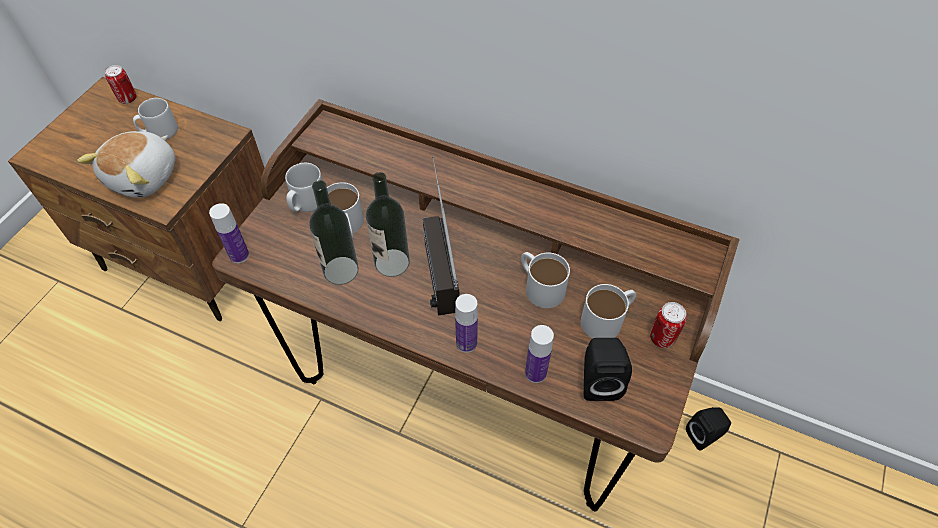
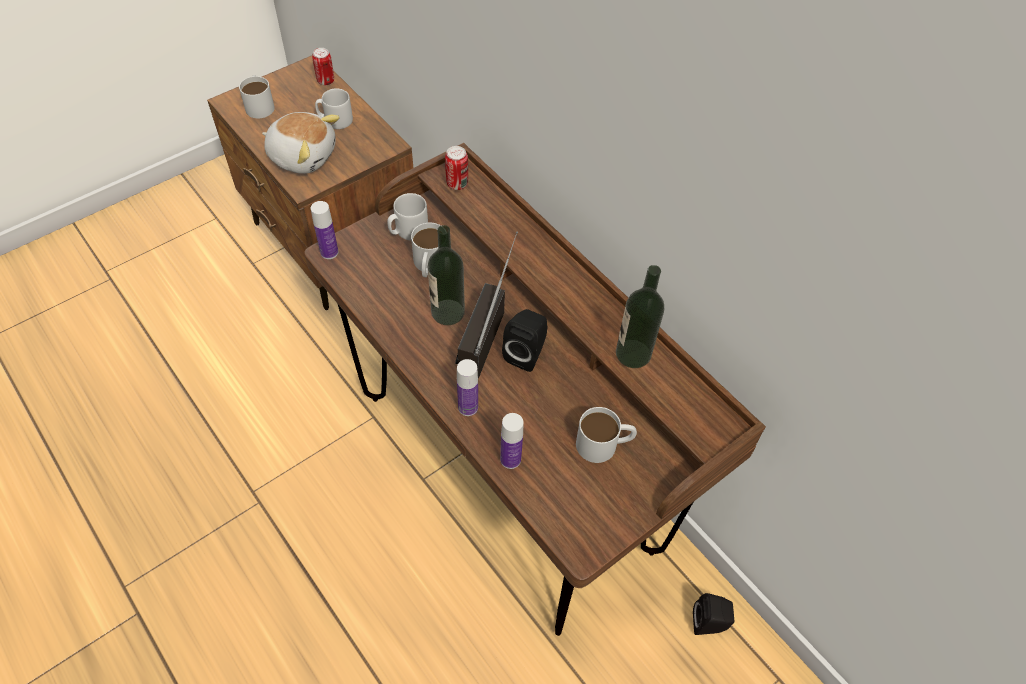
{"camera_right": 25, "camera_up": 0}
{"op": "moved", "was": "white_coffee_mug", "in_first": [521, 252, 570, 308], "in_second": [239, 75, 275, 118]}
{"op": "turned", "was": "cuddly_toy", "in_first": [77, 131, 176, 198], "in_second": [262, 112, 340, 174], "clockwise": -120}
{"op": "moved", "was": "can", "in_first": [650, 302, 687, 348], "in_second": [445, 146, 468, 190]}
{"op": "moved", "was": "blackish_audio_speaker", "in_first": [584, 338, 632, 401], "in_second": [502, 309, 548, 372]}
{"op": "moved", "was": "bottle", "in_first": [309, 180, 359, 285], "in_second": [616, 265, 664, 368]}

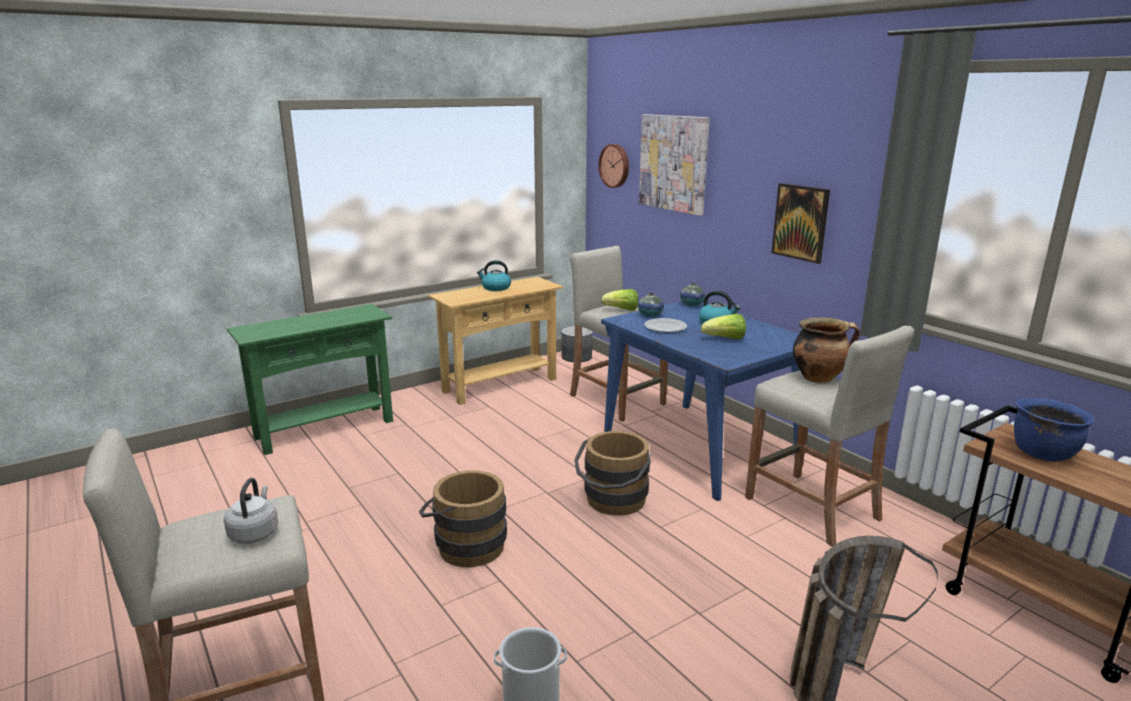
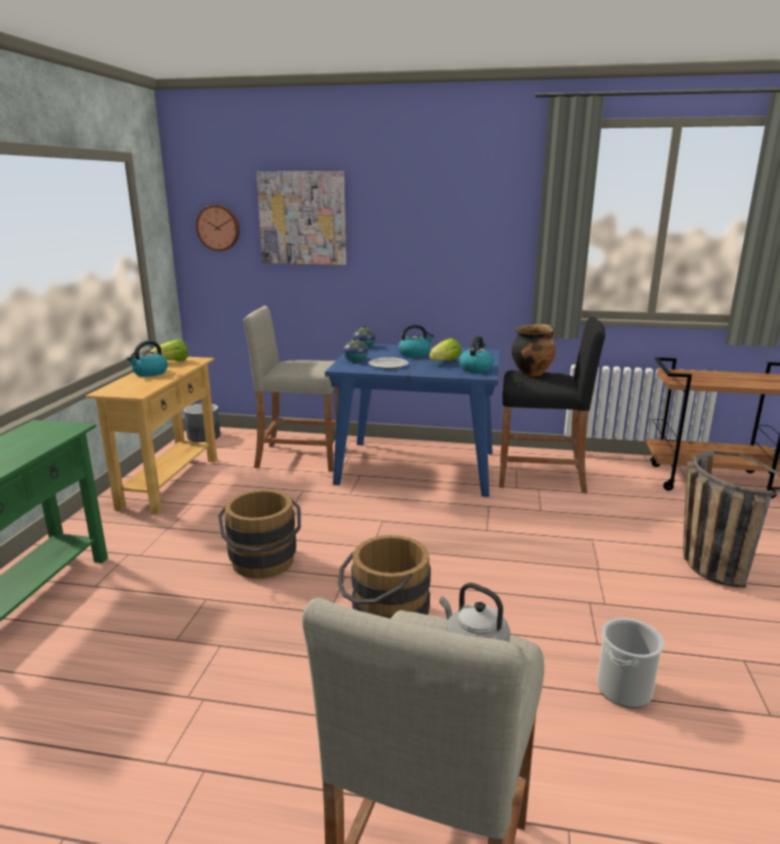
{"camera_right": -45, "camera_up": 0}
{"op": "moved", "was": "lettuce", "in_first": [601, 289, 638, 311], "in_second": [150, 339, 188, 361]}
{"op": "moved", "was": "brown_bucket", "in_first": [574, 431, 651, 516], "in_second": [218, 490, 301, 579]}
{"op": "added", "now": "tea_kettle", "in_second": [459, 336, 494, 372]}
{"op": "recoloured", "was": "beige_sitting_stool", "now": "blackish_sitting_stool", "in_first": [745, 326, 914, 546], "in_second": [499, 316, 605, 494]}
{"op": "removed", "was": "wall_art", "in_first": [772, 183, 830, 264]}
{"op": "removed", "was": "blue-coloured_stockpot", "in_first": [1014, 398, 1095, 461]}

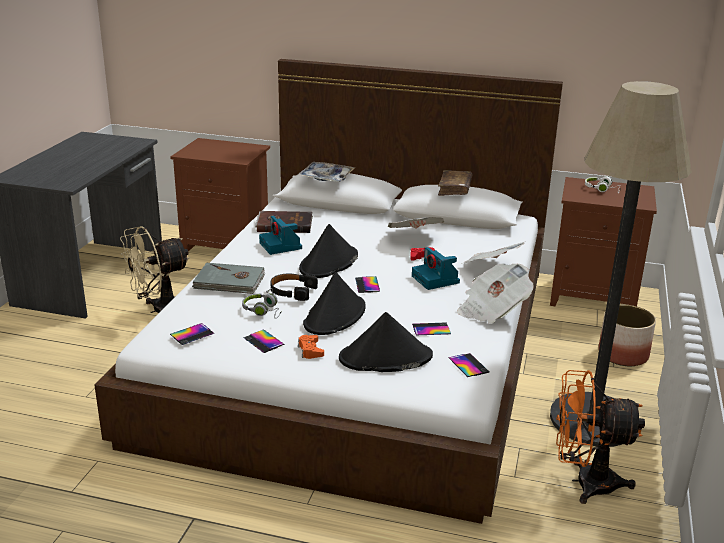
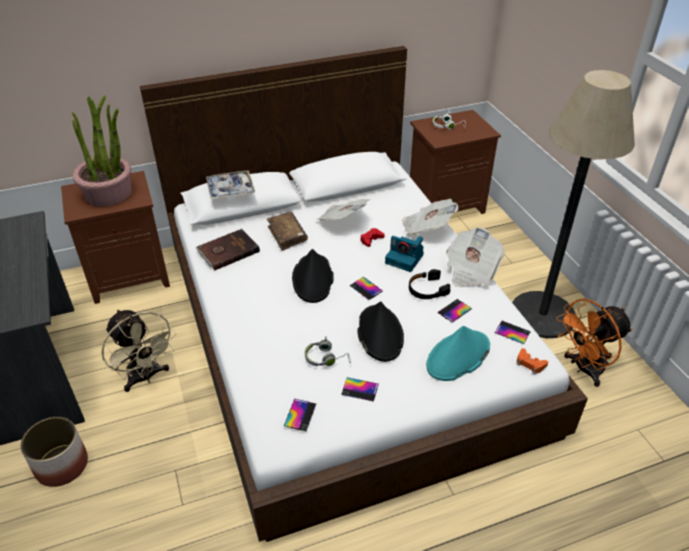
{"camera_right": -35, "camera_up": 15}
{"op": "moved", "was": "plant_pot", "in_first": [599, 305, 656, 366], "in_second": [20, 417, 88, 487]}
{"op": "added", "now": "potted_plant", "in_second": [72, 95, 132, 207]}
{"op": "turned", "was": "beige_cooling_fan", "in_first": [120, 226, 190, 313], "in_second": [101, 309, 176, 392], "clockwise": -60}
{"op": "moved", "was": "brown_book", "in_first": [438, 170, 472, 196], "in_second": [267, 212, 308, 251]}
{"op": "moved", "was": "blackish_pair_of_headphones", "in_first": [270, 274, 318, 301], "in_second": [409, 269, 450, 299]}
{"op": "recoloured", "was": "blackish_wearable_hat", "now": "turquoise-coloured_wearable_hat", "in_first": [339, 312, 433, 372], "in_second": [426, 326, 490, 381]}
{"op": "moved", "was": "orange-coloured_gamepad", "in_first": [298, 335, 324, 359], "in_second": [517, 348, 548, 374]}
{"op": "removed", "was": "greyish_book", "in_first": [192, 263, 265, 294]}
{"op": "removed", "was": "still_camera", "in_first": [259, 216, 302, 255]}

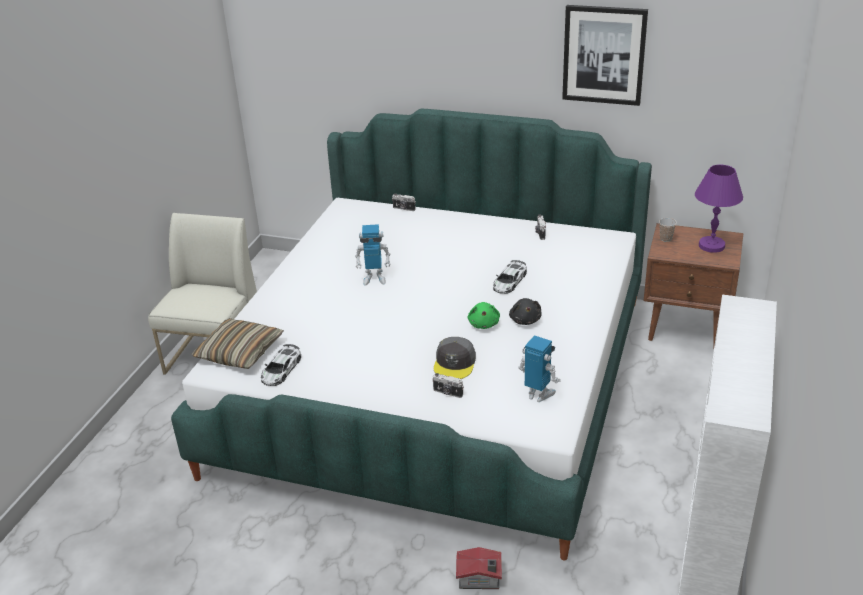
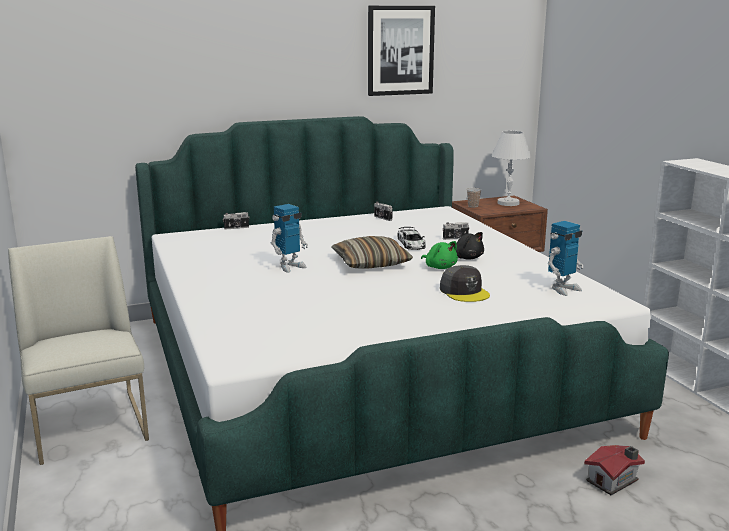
{"camera_right": -40, "camera_up": -15}
{"op": "moved", "was": "throw_pillow", "in_first": [191, 318, 284, 369], "in_second": [331, 236, 413, 269]}
{"op": "moved", "was": "still_camera", "in_first": [433, 373, 464, 398], "in_second": [443, 222, 470, 240]}
{"op": "recoloured", "was": "purple_table_lamp", "now": "white_table_lamp", "in_first": [695, 165, 743, 253], "in_second": [492, 131, 531, 206]}
{"op": "turned", "was": "robot_figure", "in_first": [518, 335, 561, 402], "in_second": [548, 221, 583, 296], "clockwise": 150}
{"op": "removed", "was": "model_car", "in_first": [261, 344, 301, 386]}

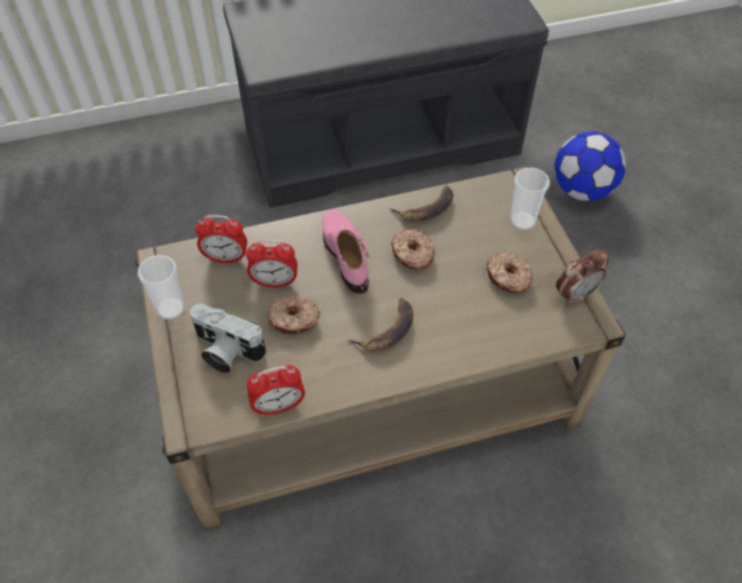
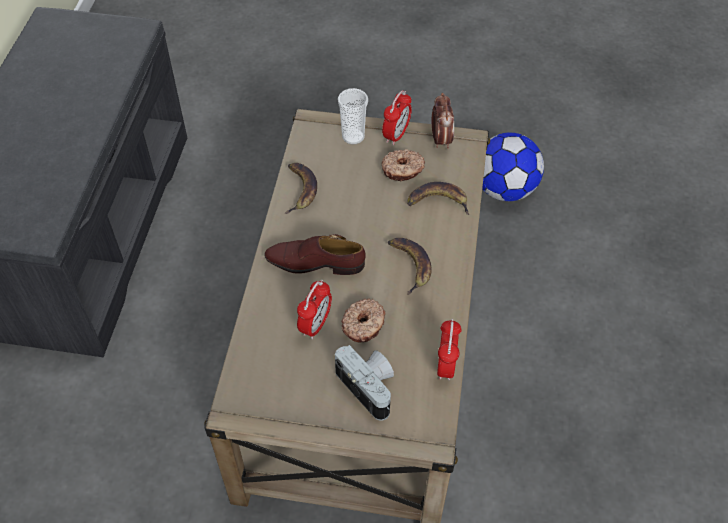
{"camera_right": -65, "camera_up": 0}
{"op": "recoloured", "was": "pink-coloured_item_of_footwear", "now": "brown_item_of_footwear", "in_first": [322, 209, 369, 293], "in_second": [264, 234, 366, 275]}
{"op": "turned", "was": "still_camera", "in_first": [190, 304, 266, 373], "in_second": [335, 345, 394, 421], "clockwise": -90}
{"op": "moved", "was": "alarm_clock", "in_first": [195, 215, 247, 263], "in_second": [382, 90, 412, 145]}
{"op": "added", "now": "banana", "in_second": [407, 182, 469, 215]}
{"op": "moved", "was": "ball_for_football", "in_first": [555, 132, 626, 201], "in_second": [482, 133, 544, 201]}
{"op": "removed", "was": "drinking_cup", "in_first": [138, 255, 185, 320]}
{"op": "removed", "was": "doughnut", "in_first": [391, 229, 435, 270]}

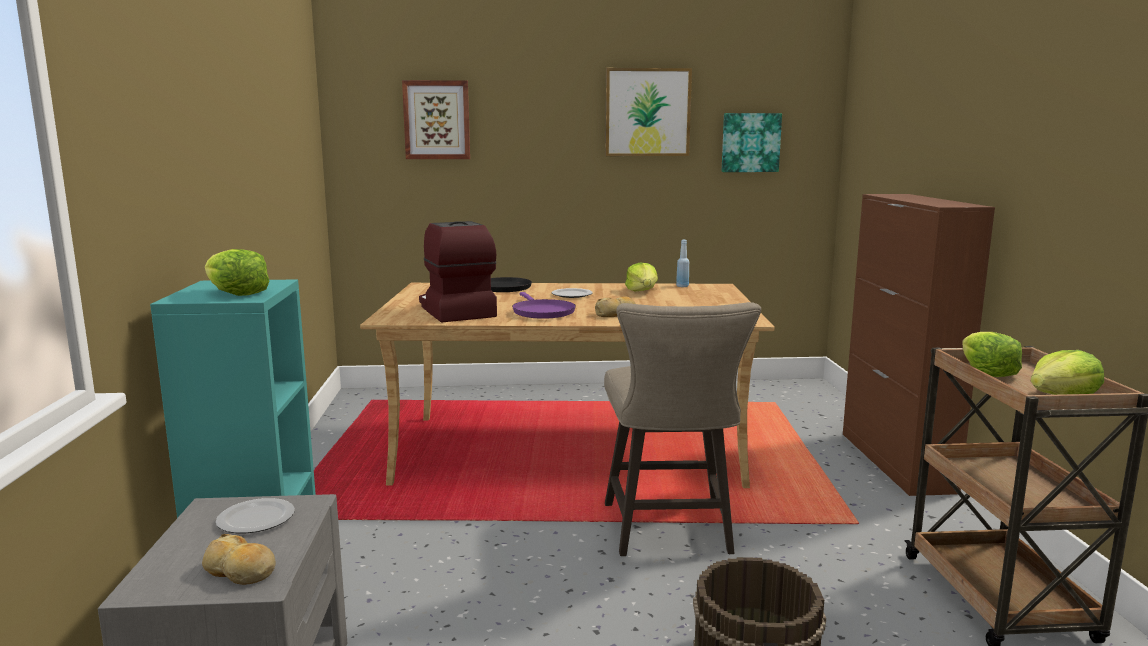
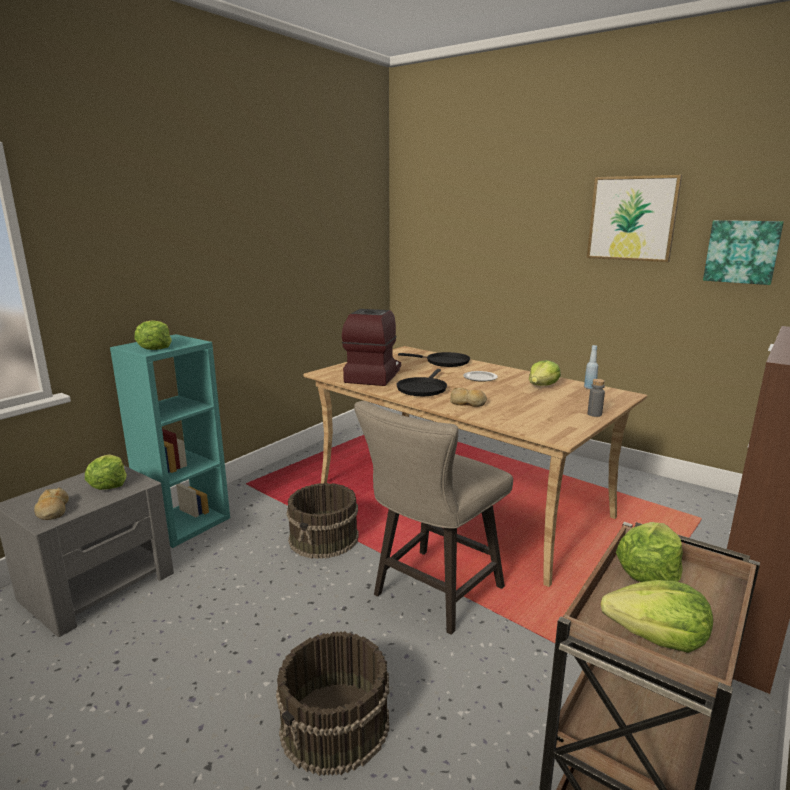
{"camera_right": 40, "camera_up": 5}
{"op": "replaced", "was": "flat_dish", "now": "lettuce", "in_first": [216, 498, 295, 533], "in_second": [85, 454, 127, 490]}
{"op": "added", "now": "brown_bucket", "in_second": [286, 483, 359, 559]}
{"op": "recoloured", "was": "purple_skillet", "now": "blackish_skillet", "in_first": [512, 292, 576, 319], "in_second": [396, 369, 447, 396]}
{"op": "added", "now": "greyish_bottle", "in_second": [588, 379, 605, 417]}
{"op": "removed", "was": "wall_art", "in_first": [402, 80, 470, 159]}

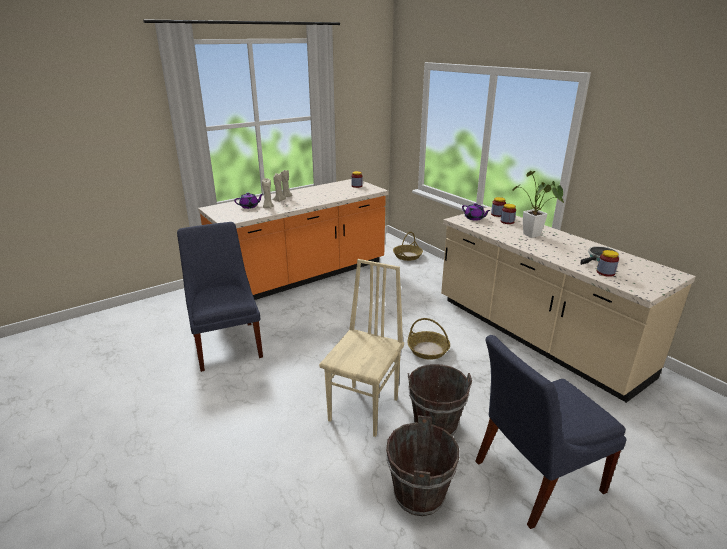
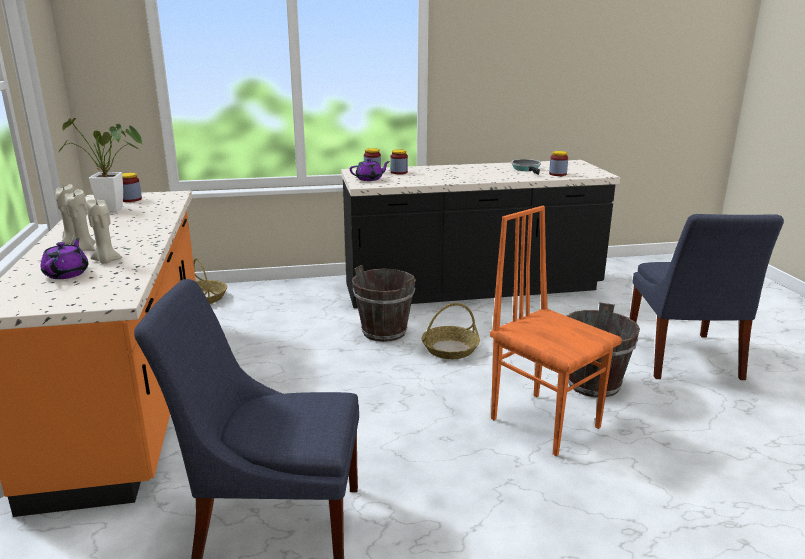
{"camera_right": -65, "camera_up": -5}
{"op": "moved", "was": "potted_plant", "in_first": [512, 171, 565, 238], "in_second": [59, 118, 143, 212]}
{"op": "recoloured", "was": "beige_kitchen_base_unit", "now": "blackish_kitchen_base_unit", "in_first": [441, 207, 696, 403], "in_second": [341, 160, 620, 308]}
{"op": "moved", "was": "brown_bucket", "in_first": [386, 416, 459, 516], "in_second": [352, 265, 416, 342]}
{"op": "recoloured", "was": "beige_plain_chair", "now": "orange-coloured_plain_chair", "in_first": [319, 259, 404, 437], "in_second": [490, 206, 622, 456]}

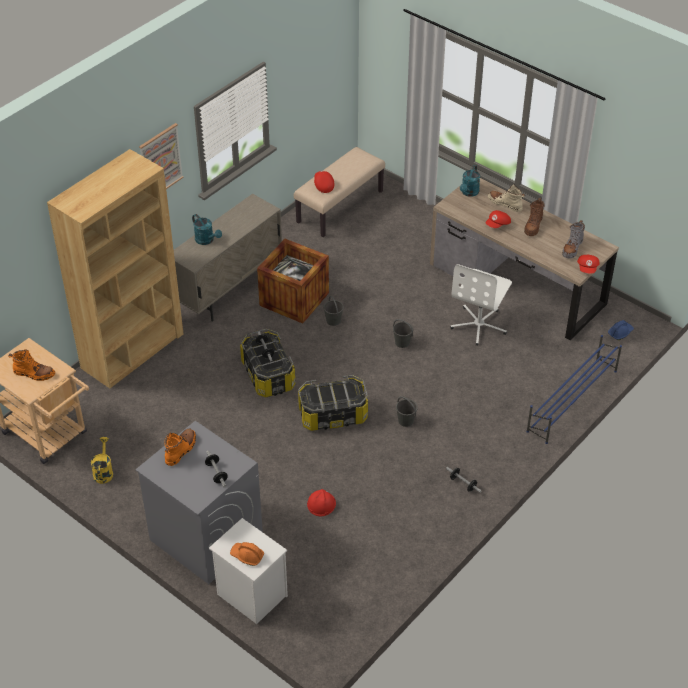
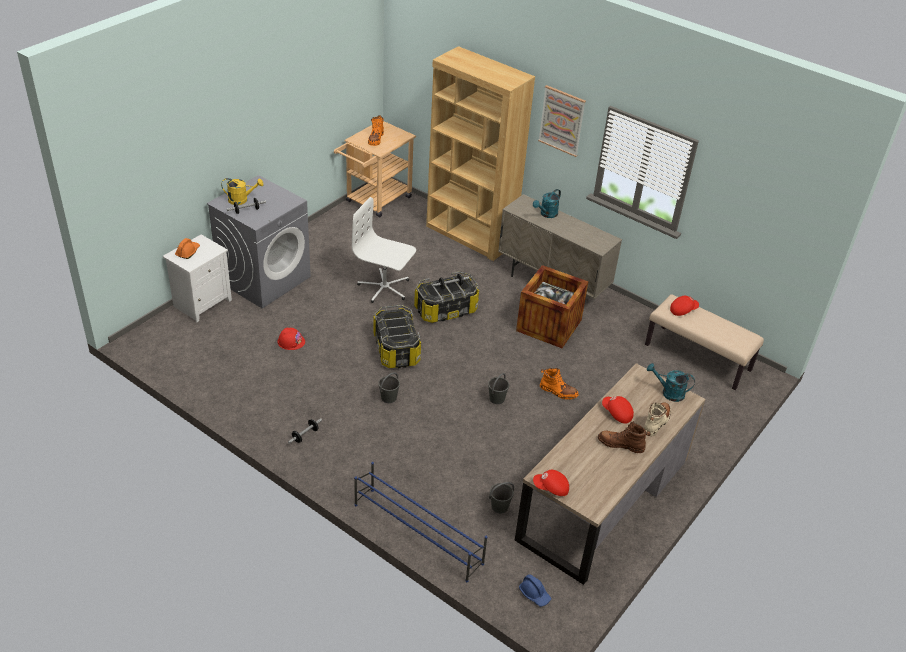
{"camera_right": 85, "camera_up": -5}
{"op": "moved", "was": "yellow-coloured_sprinkling_can", "in_first": [91, 437, 113, 484], "in_second": [221, 178, 264, 205]}
{"op": "moved", "was": "white_office_chair", "in_first": [450, 264, 512, 346], "in_second": [352, 197, 416, 303]}
{"op": "moved", "was": "greyish_bucket", "in_first": [323, 296, 344, 326], "in_second": [489, 482, 514, 513]}
{"op": "moved", "was": "orange-coloured_boot", "in_first": [164, 429, 196, 466], "in_second": [540, 368, 578, 399]}
{"op": "removed", "was": "greyish_boot", "in_first": [562, 220, 585, 259]}

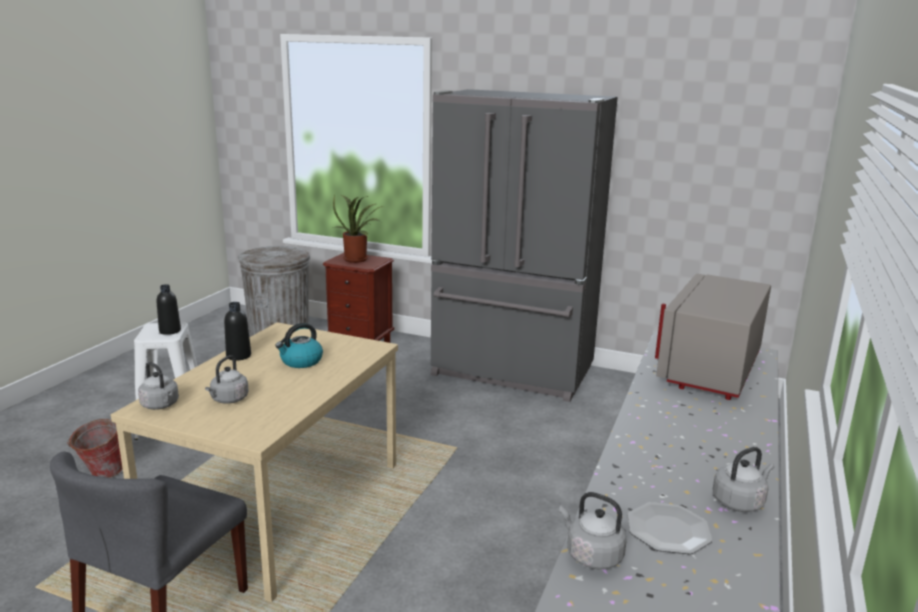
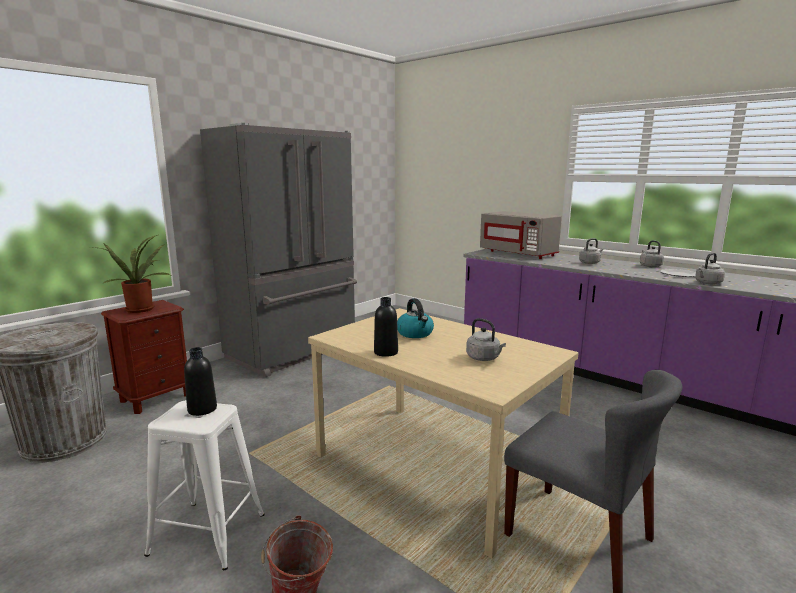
{"camera_right": -70, "camera_up": -5}
{"op": "moved", "was": "greyish_tea_kettle", "in_first": [138, 362, 179, 410], "in_second": [579, 238, 603, 264]}

